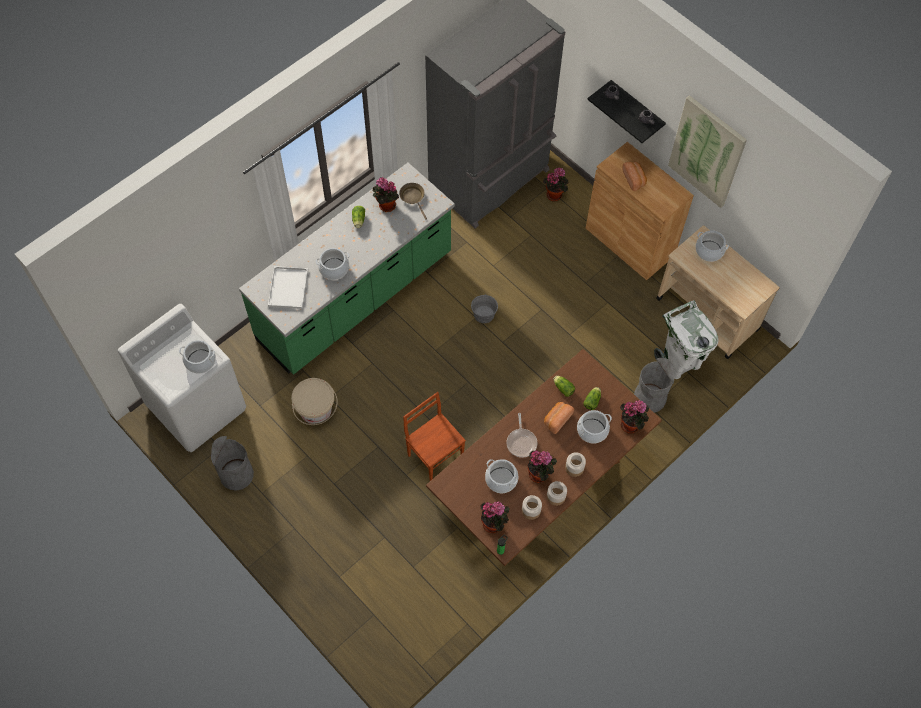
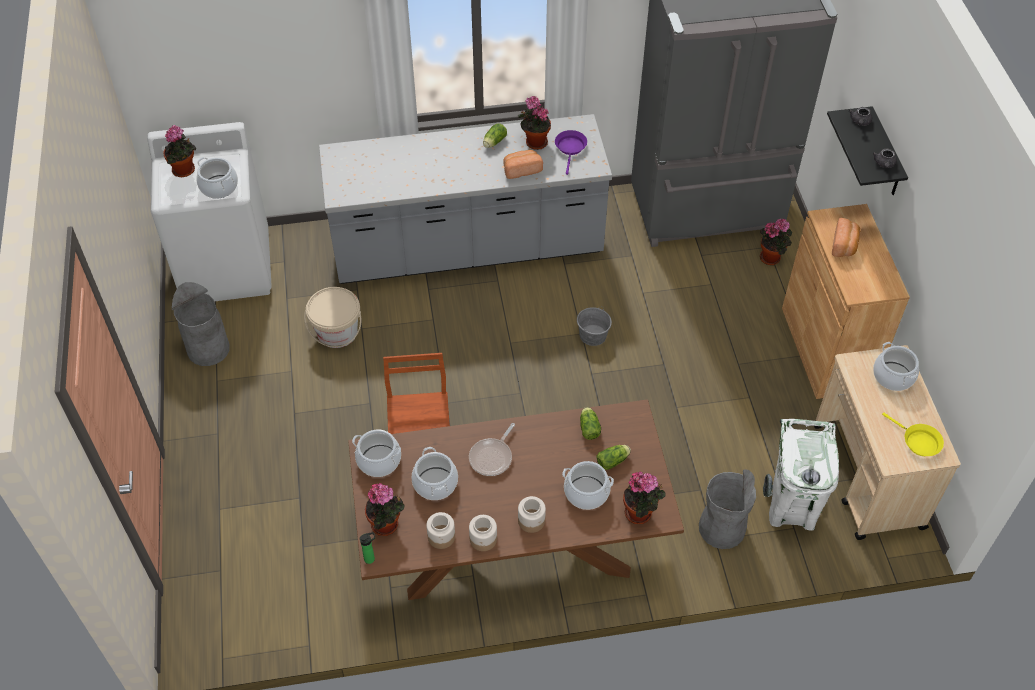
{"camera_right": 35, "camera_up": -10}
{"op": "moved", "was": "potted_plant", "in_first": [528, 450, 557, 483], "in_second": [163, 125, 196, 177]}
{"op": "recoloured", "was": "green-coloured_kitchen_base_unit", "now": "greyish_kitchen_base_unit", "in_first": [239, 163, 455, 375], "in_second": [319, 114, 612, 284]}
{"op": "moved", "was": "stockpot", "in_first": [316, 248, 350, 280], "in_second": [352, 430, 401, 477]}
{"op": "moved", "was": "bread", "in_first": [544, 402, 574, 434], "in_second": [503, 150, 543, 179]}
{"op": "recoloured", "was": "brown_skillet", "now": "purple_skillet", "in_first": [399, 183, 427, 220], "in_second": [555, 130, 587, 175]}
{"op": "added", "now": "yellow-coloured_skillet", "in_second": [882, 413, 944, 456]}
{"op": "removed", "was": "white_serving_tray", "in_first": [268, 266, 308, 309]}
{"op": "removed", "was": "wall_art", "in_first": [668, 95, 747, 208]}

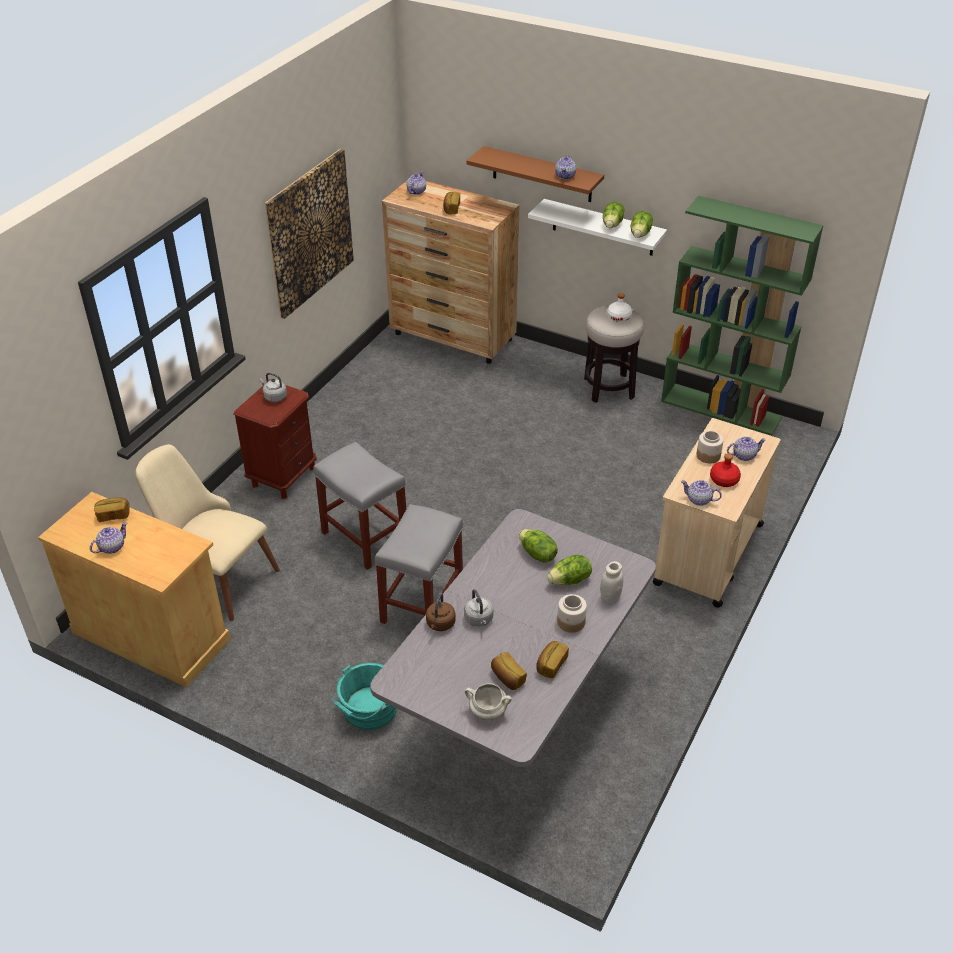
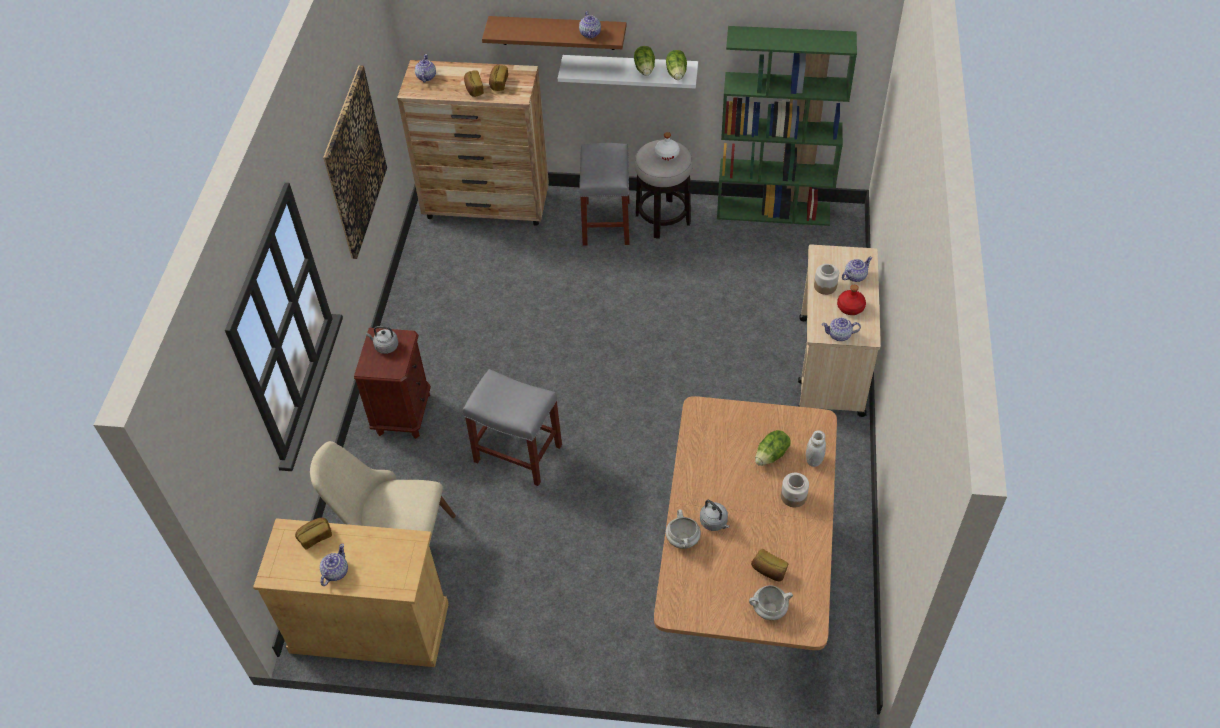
{"camera_right": -20, "camera_up": 10}
{"op": "moved", "was": "bread", "in_first": [536, 641, 569, 679], "in_second": [489, 65, 508, 91]}
{"op": "moved", "was": "greyish_sitting_stool", "in_first": [375, 504, 463, 624], "in_second": [579, 143, 630, 246]}
{"op": "recoloured", "was": "greyish_dining_table", "now": "brown_dining_table", "in_first": [370, 509, 656, 767], "in_second": [654, 396, 837, 650]}
{"op": "replaced", "was": "brown_tea_kettle", "now": "white_stockpot", "in_first": [426, 593, 456, 631], "in_second": [666, 509, 701, 549]}
{"op": "removed", "was": "turquoise-coloured_bucket", "in_first": [330, 663, 397, 730]}
{"op": "removed", "was": "lettuce", "in_first": [519, 529, 558, 563]}

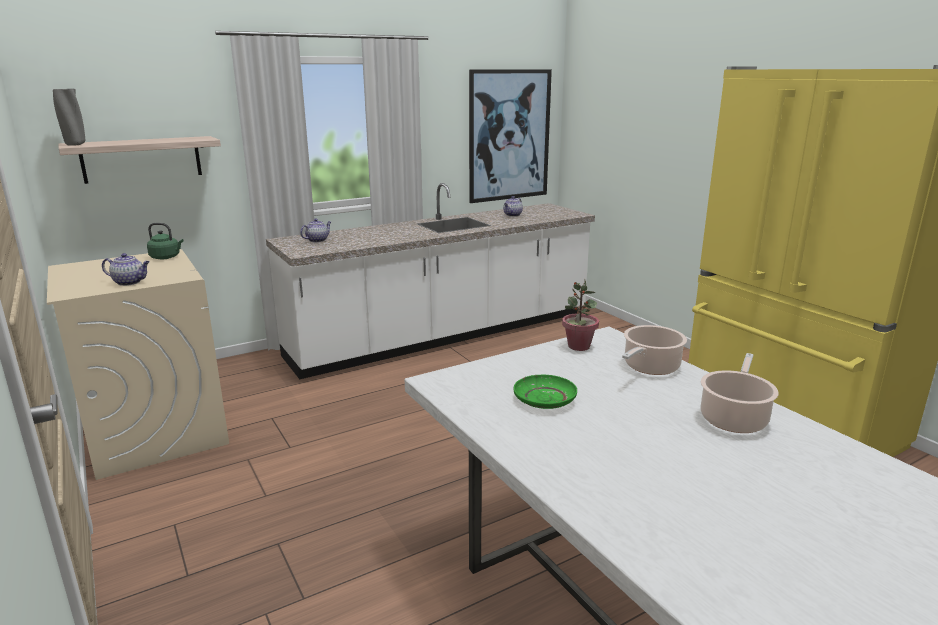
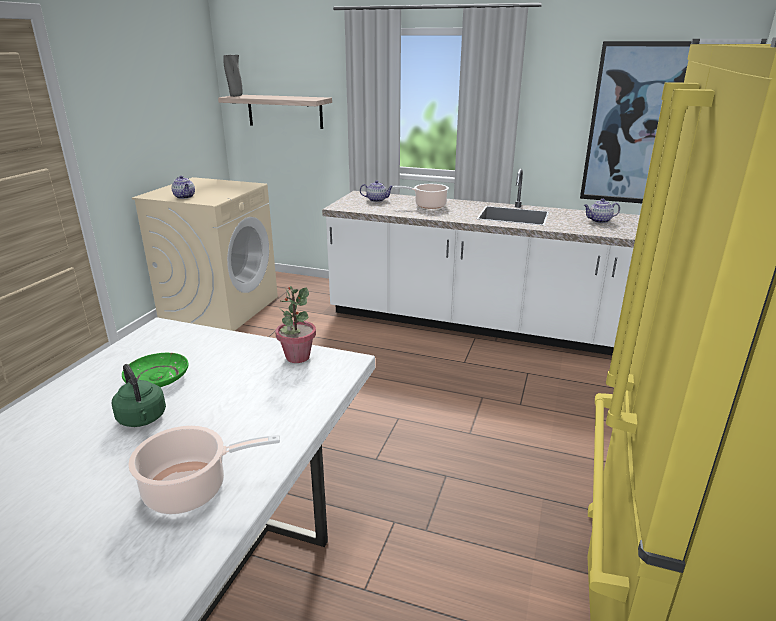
{"camera_right": 50, "camera_up": 5}
{"op": "moved", "was": "green-coloured_tea_kettle", "in_first": [147, 223, 183, 259], "in_second": [112, 364, 166, 427]}
{"op": "moved", "was": "stockpot", "in_first": [622, 325, 687, 375], "in_second": [393, 184, 449, 209]}

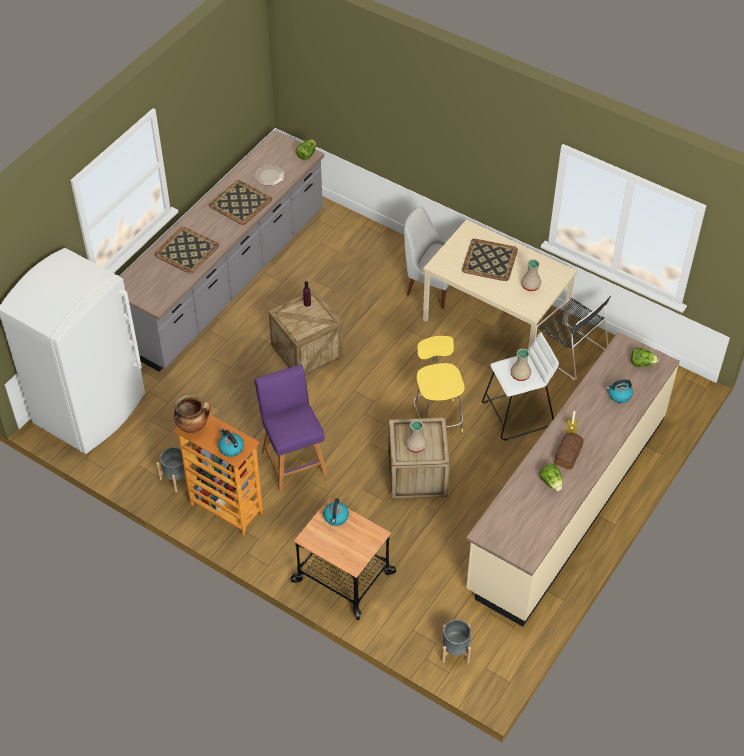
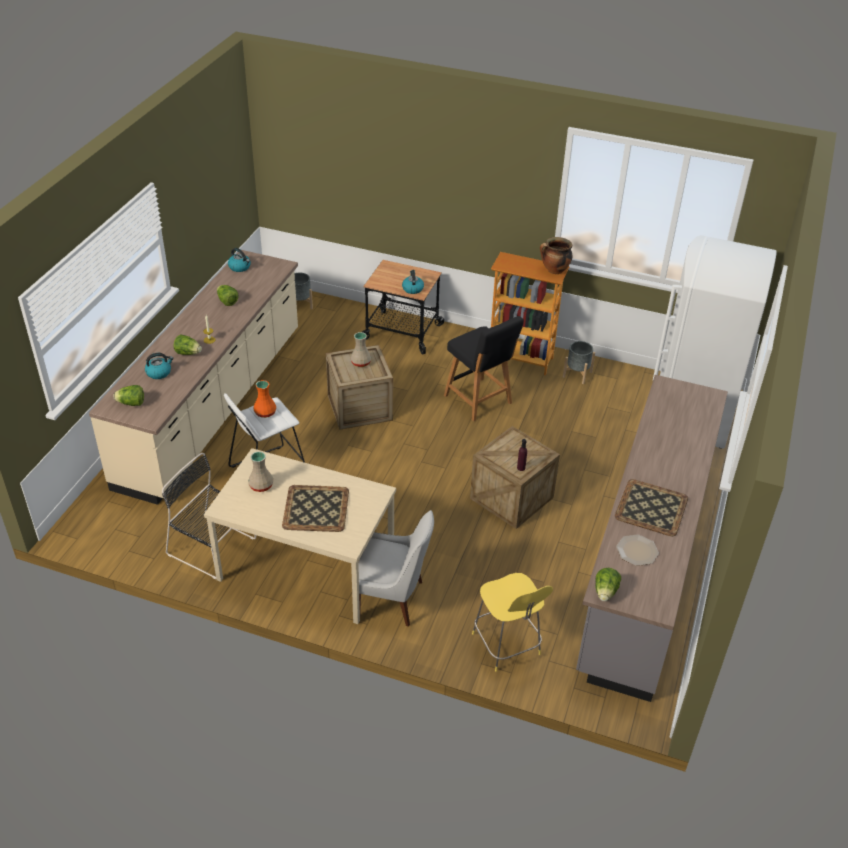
{"camera_right": 165, "camera_up": -10}
{"op": "added", "now": "lettuce", "in_second": [174, 334, 202, 355]}
{"op": "moved", "was": "tea_kettle", "in_first": [218, 429, 244, 457], "in_second": [228, 248, 251, 272]}
{"op": "recoloured", "was": "beige_flower_vase", "now": "orange-coloured_flower_vase", "in_first": [510, 349, 531, 381], "in_second": [254, 380, 276, 418]}
{"op": "recoloured", "was": "purple_sitting_stool", "now": "blackish_sitting_stool", "in_first": [255, 365, 327, 492], "in_second": [444, 316, 524, 421]}
{"op": "moved", "was": "yellow-coloured_sitting_stool", "in_first": [414, 336, 465, 432], "in_second": [472, 573, 553, 672]}
{"op": "removed", "was": "serving_tray", "in_first": [154, 227, 219, 274]}
{"op": "removed", "was": "bread", "in_first": [554, 433, 584, 470]}

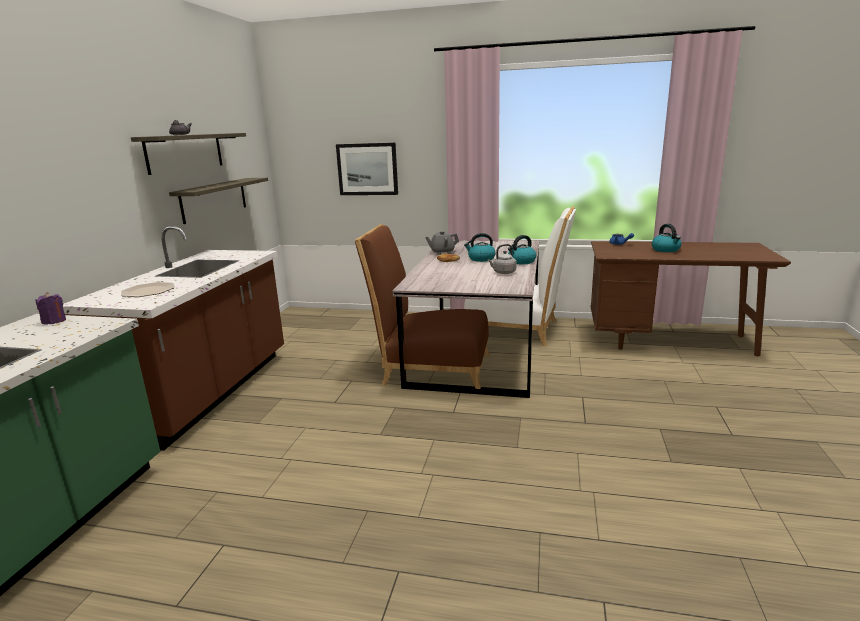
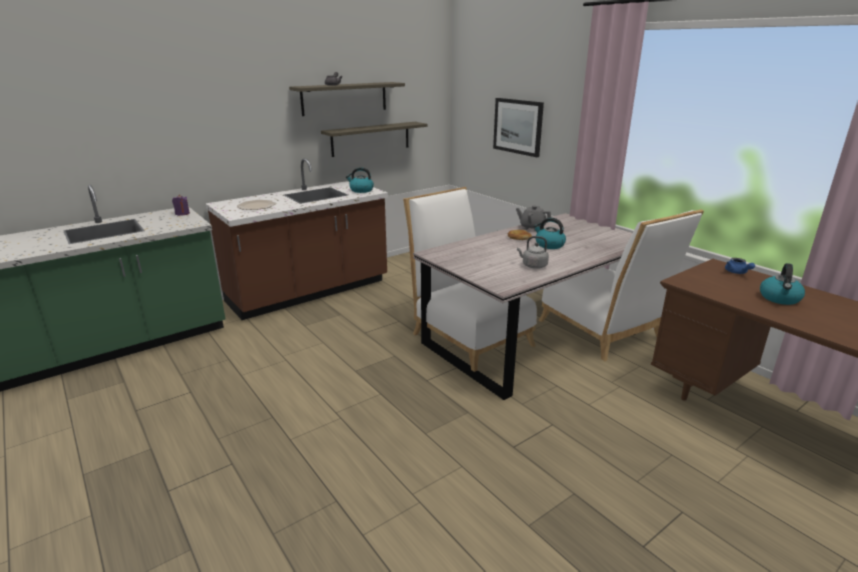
{"camera_right": 40, "camera_up": 5}
{"op": "moved", "was": "tea_kettle", "in_first": [508, 235, 536, 264], "in_second": [346, 167, 374, 193]}
{"op": "recoloured", "was": "brown_plain_chair", "now": "white_plain_chair", "in_first": [355, 224, 490, 389], "in_second": [403, 187, 537, 372]}

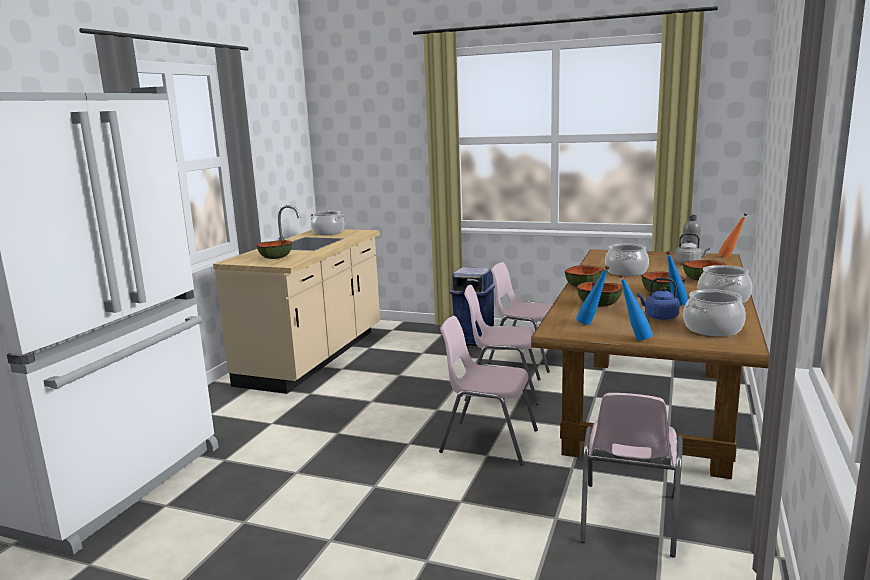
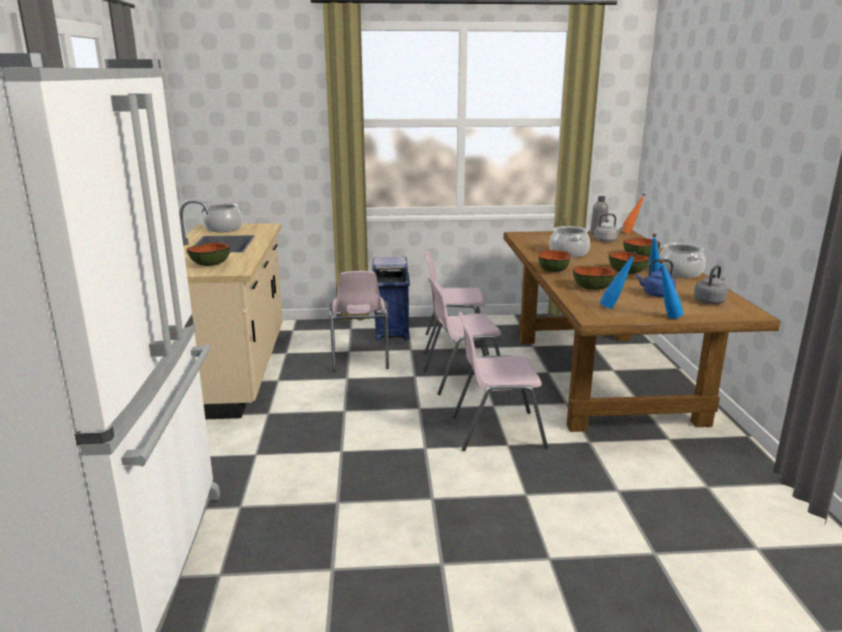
{"camera_right": -25, "camera_up": 5}
{"op": "moved", "was": "pink-coloured_plain_chair", "in_first": [580, 393, 683, 558], "in_second": [329, 271, 389, 371]}
{"op": "replaced", "was": "stockpot", "now": "greyish_tea_kettle", "in_first": [683, 289, 746, 336], "in_second": [694, 265, 728, 304]}

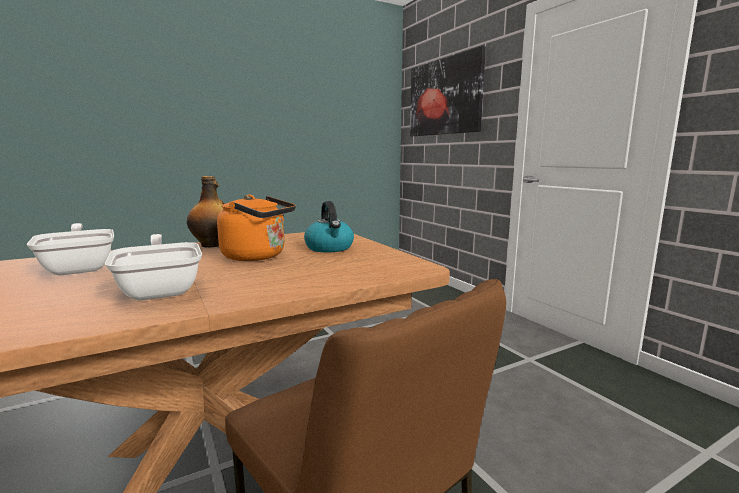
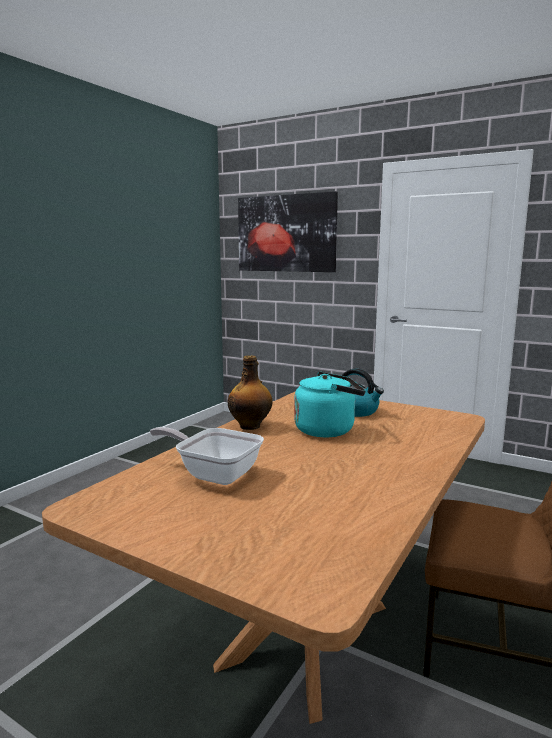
{"camera_right": -30, "camera_up": 0}
{"op": "recoloured", "was": "orange-coloured_tea_kettle", "now": "turquoise-coloured_tea_kettle", "in_first": [217, 195, 295, 261], "in_second": [294, 372, 366, 437]}
{"op": "removed", "was": "skillet", "in_first": [105, 234, 202, 301]}

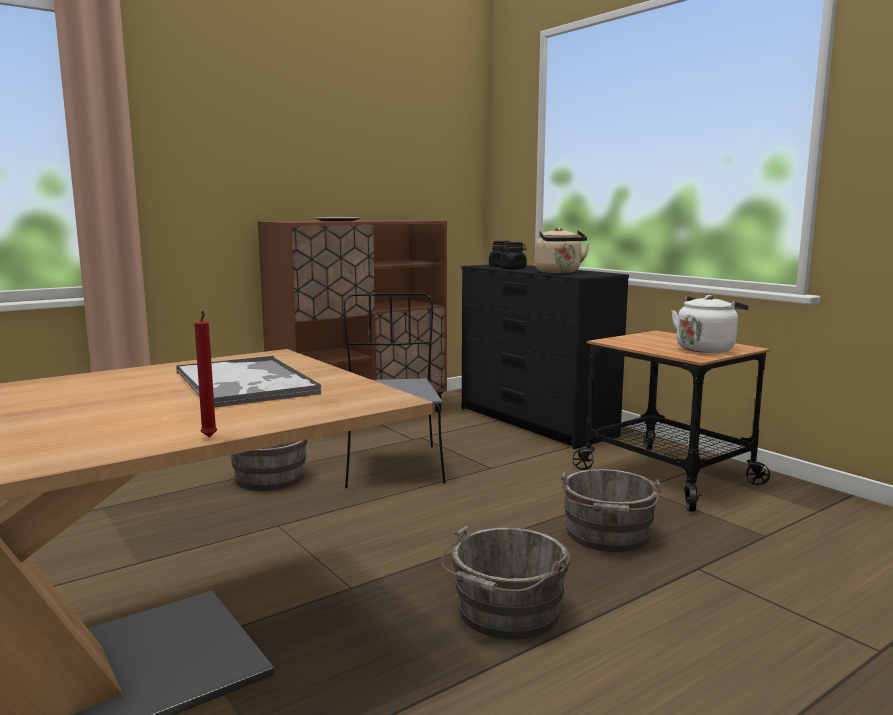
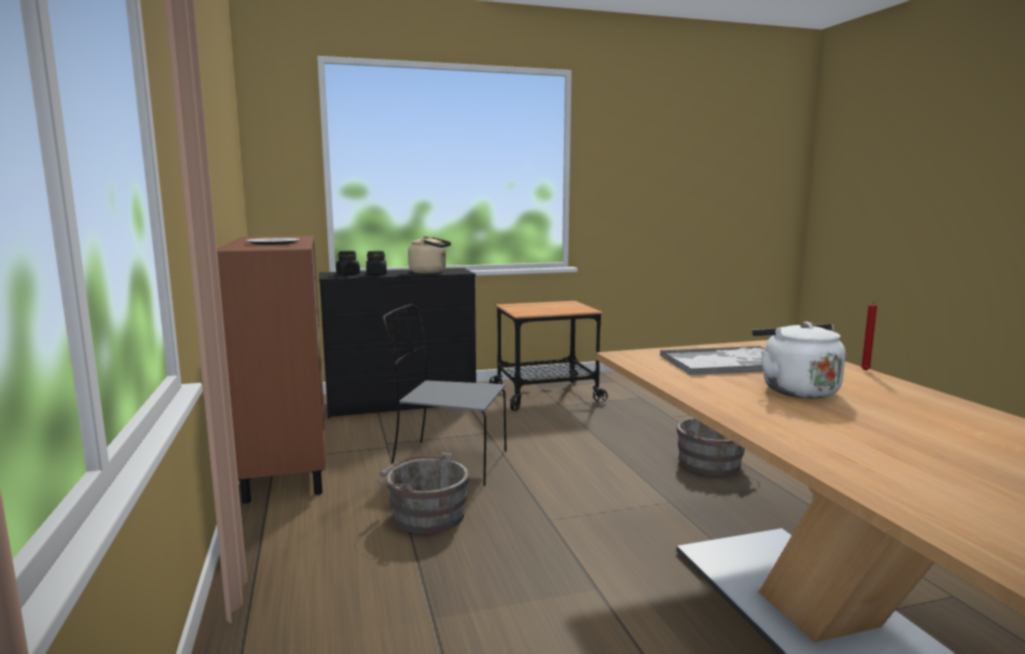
{"camera_right": -70, "camera_up": 0}
{"op": "moved", "was": "white_tea_kettle", "in_first": [671, 295, 749, 353], "in_second": [752, 322, 845, 398]}
{"op": "removed", "was": "greyish_bucket", "in_first": [560, 469, 661, 552]}

